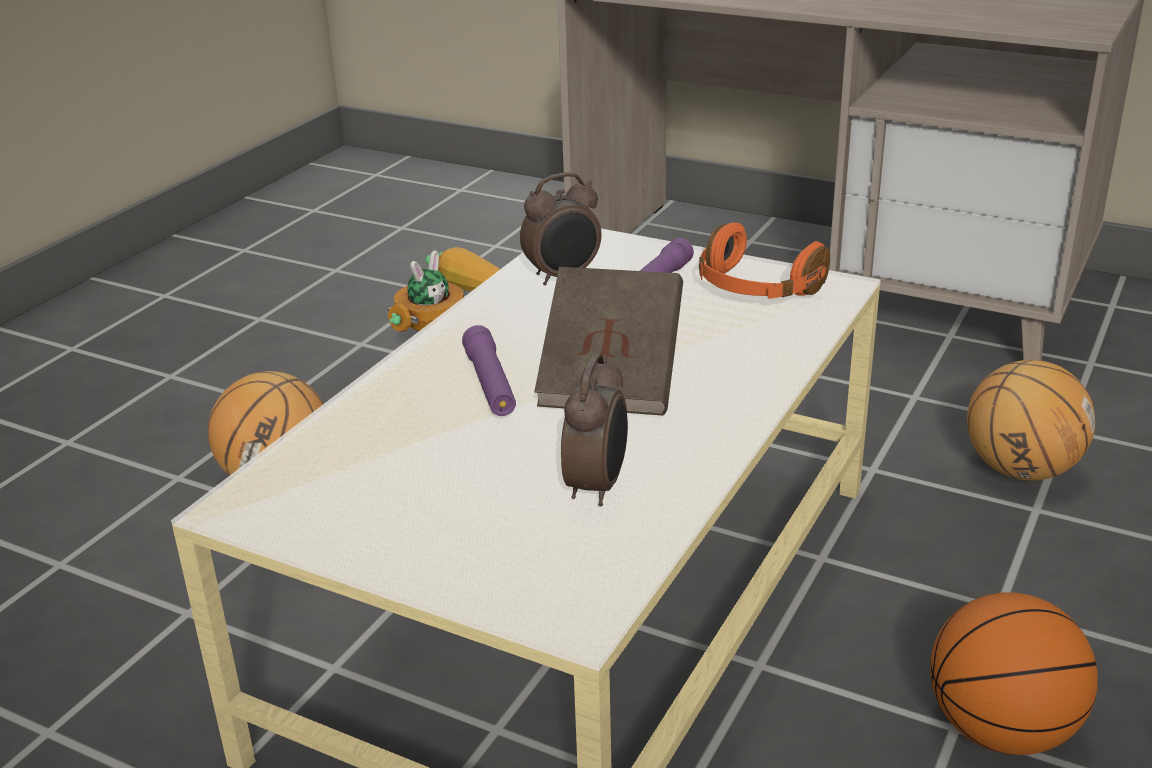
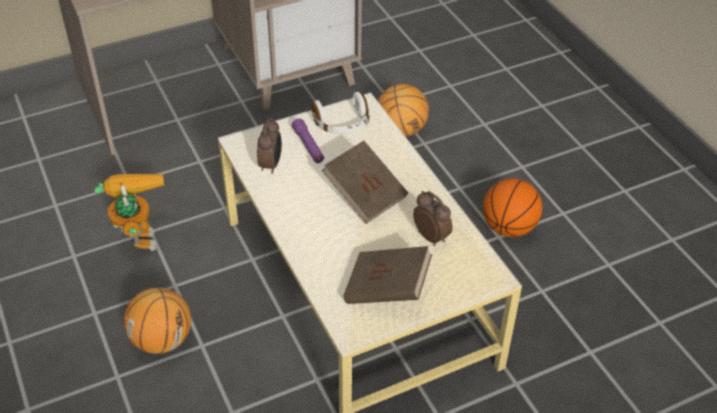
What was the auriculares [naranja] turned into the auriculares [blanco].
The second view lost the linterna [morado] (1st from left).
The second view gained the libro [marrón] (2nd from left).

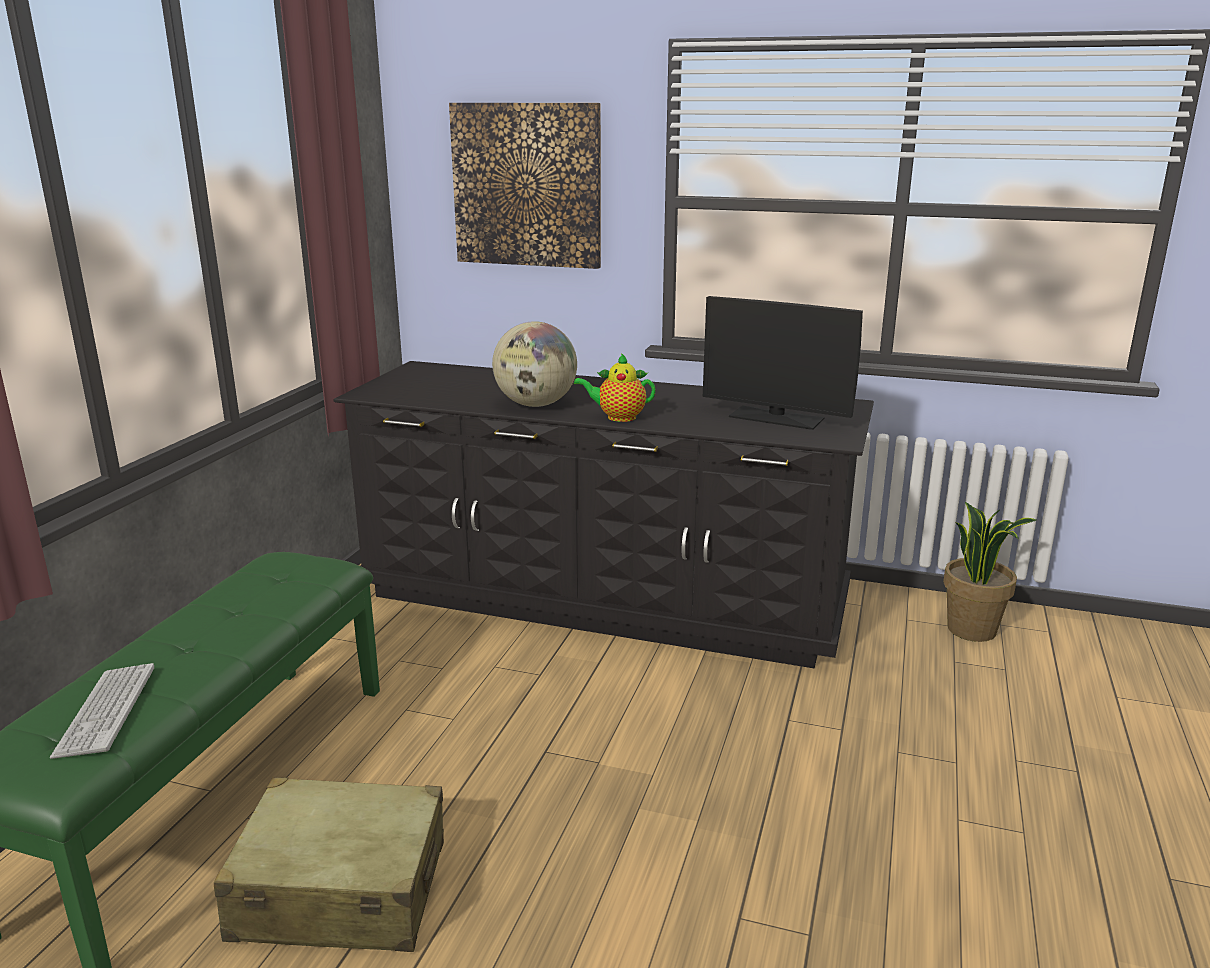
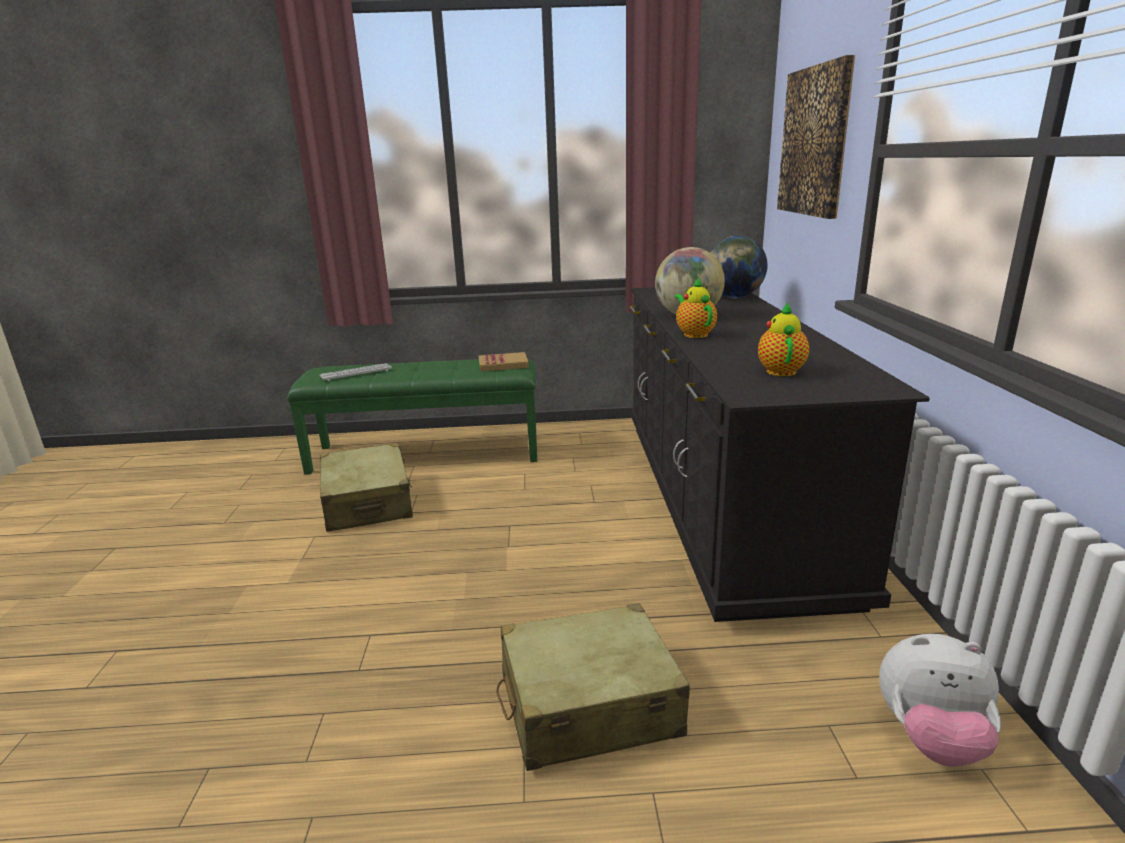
Where the monitor stood, the tetera (2nd from left) came to stand.
Where the planta en maceta stood, the peluche came to stand.
The second view gained the globo terráqueo (2nd from left).
The second view gained the libro.
The second view gained the maleta [beis] (2nd from left).

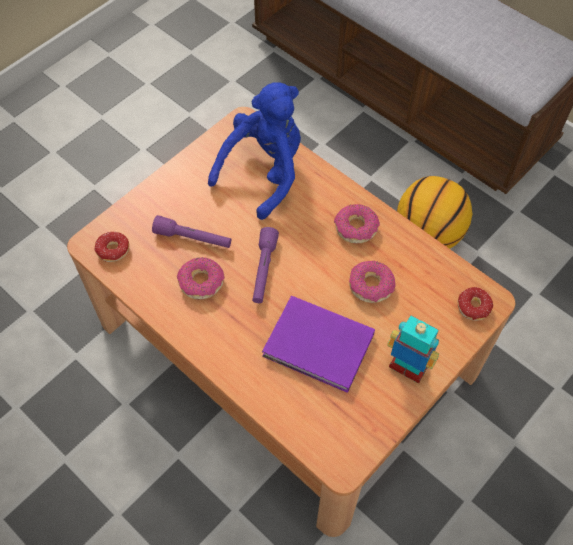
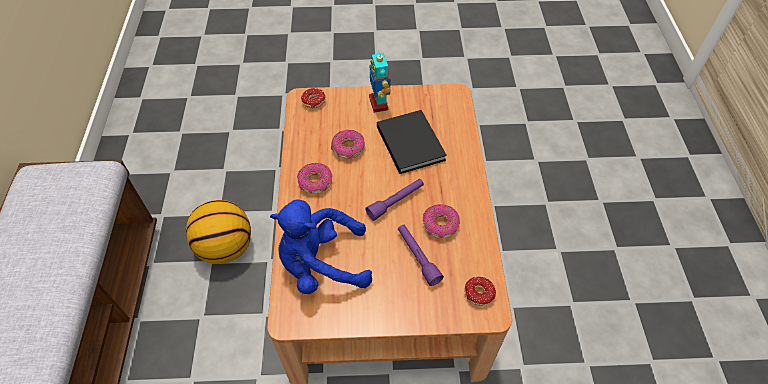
What was the libro [morado] turned into the libro [negro].

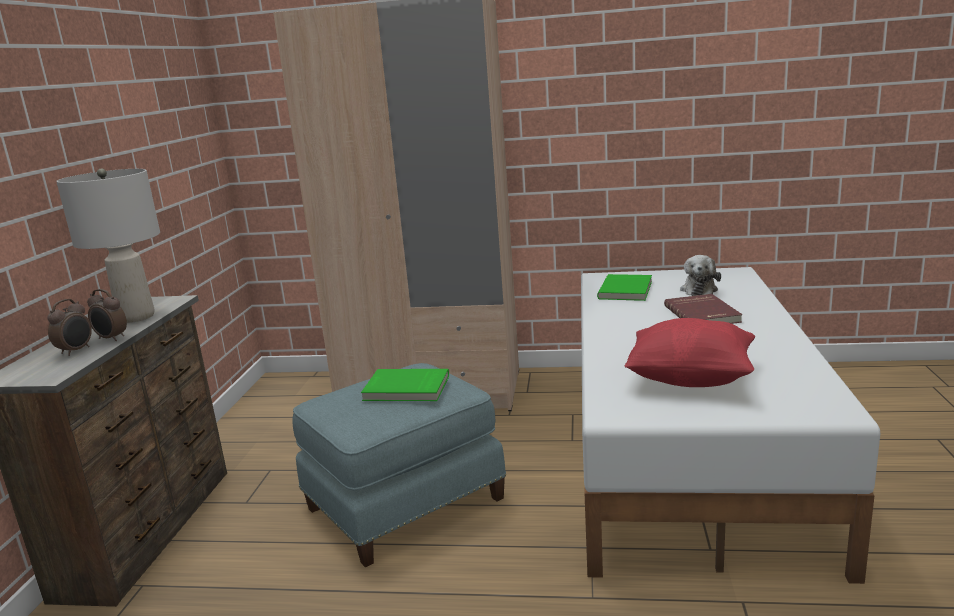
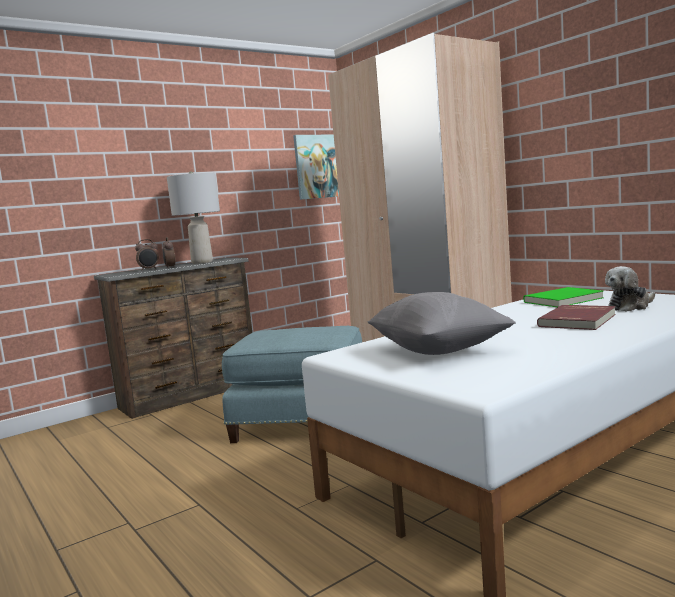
What was the cojín [rojo] turned into the cojín [gris].
The second view lost the libro [verde] (1st from left).
The second view gained the cuadro.

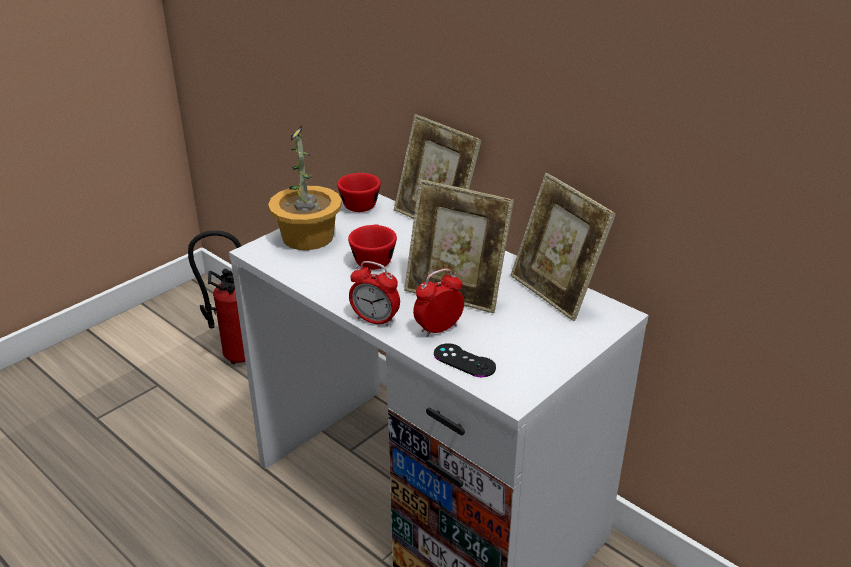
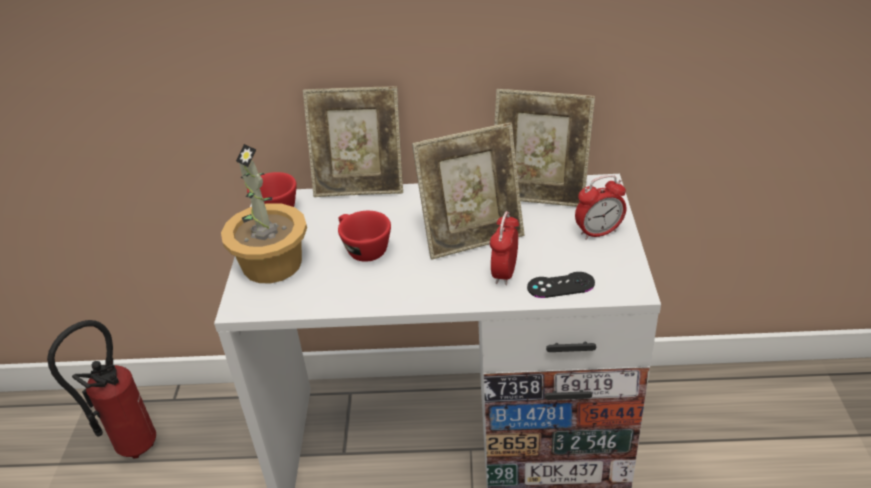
The despertador (1st from left in the first image) ended up elsewhere.

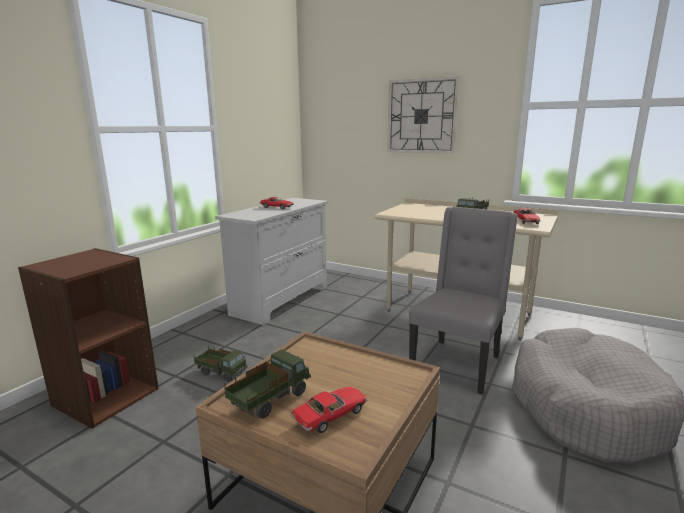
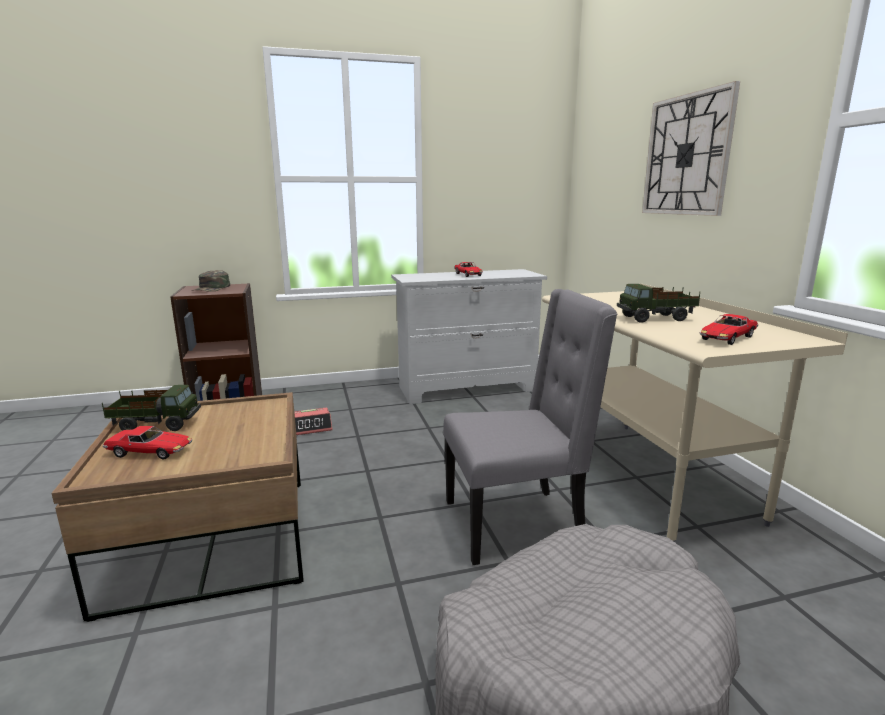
Where the camión de juguete (1st from left) stood, the despertador came to stand.
The second view gained the gorra [verde].

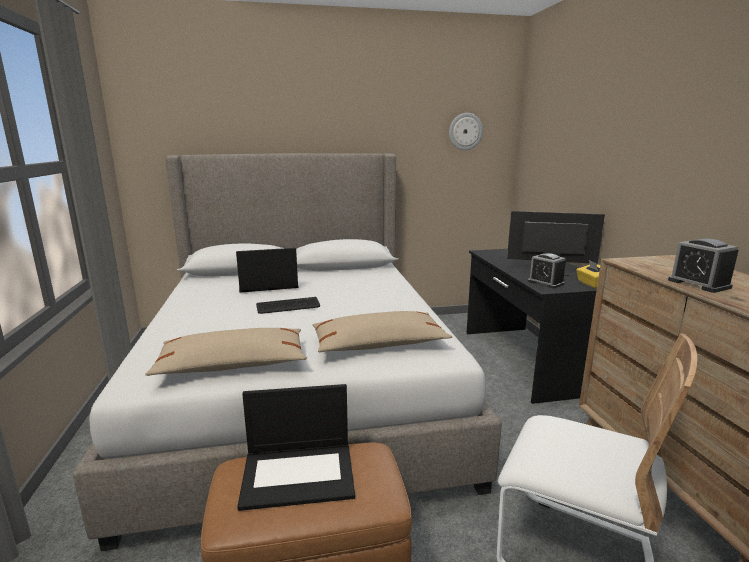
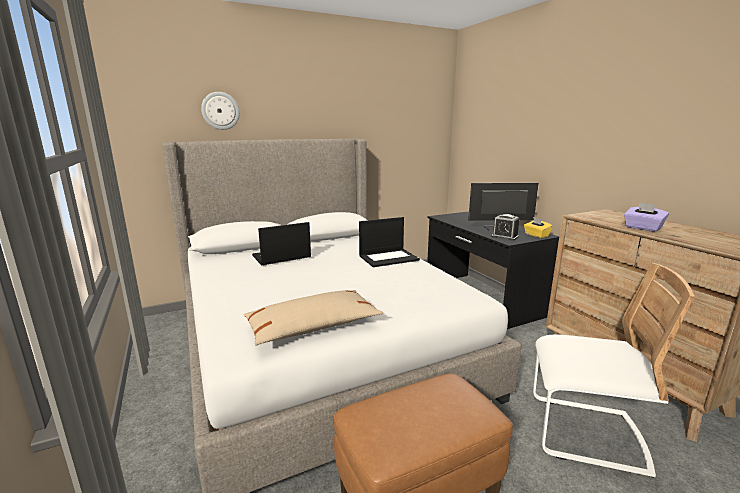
The reloj de pared ended up elsewhere.
Where the despertador (2nd from left) stood, the caja de pañuelos [morado] came to stand.
The second view lost the teclado.
The second view lost the cojín [beis] (2nd from left).
The portátil (2nd from left) ended up elsewhere.

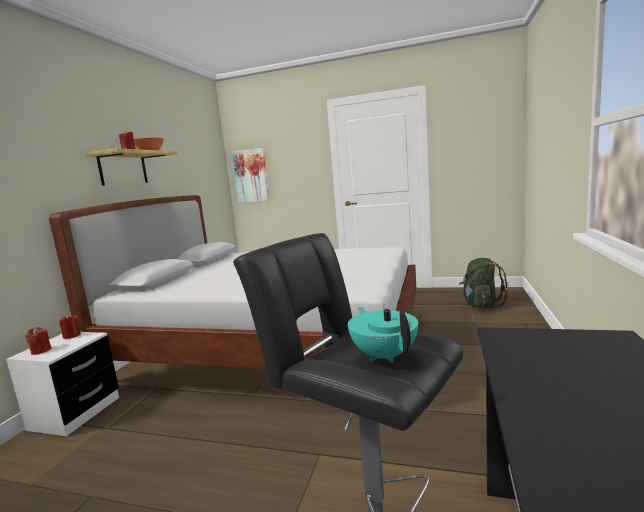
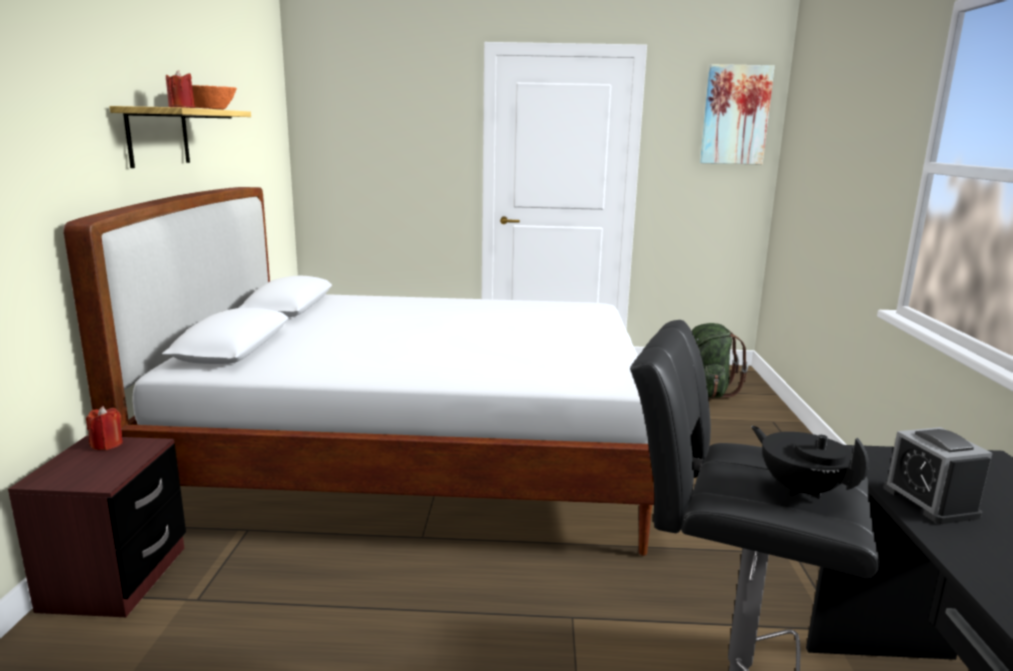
The cuadro ended up elsewhere.
What was the tetera [turquesa] turned into the tetera [negro].
The second view lost the vela [rojo] (1st from left).
What was the mesita de noche [blanco] turned into the mesita de noche [marrón].
The second view gained the despertador.

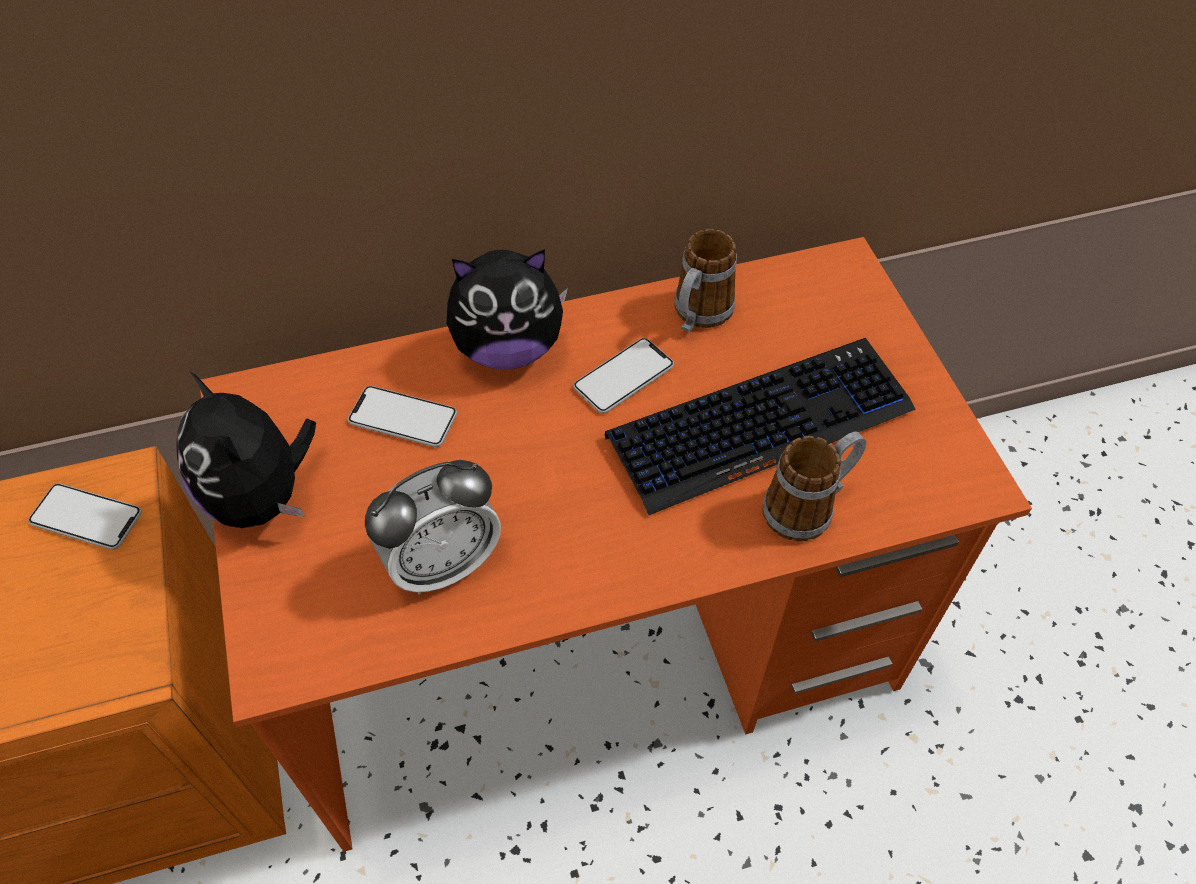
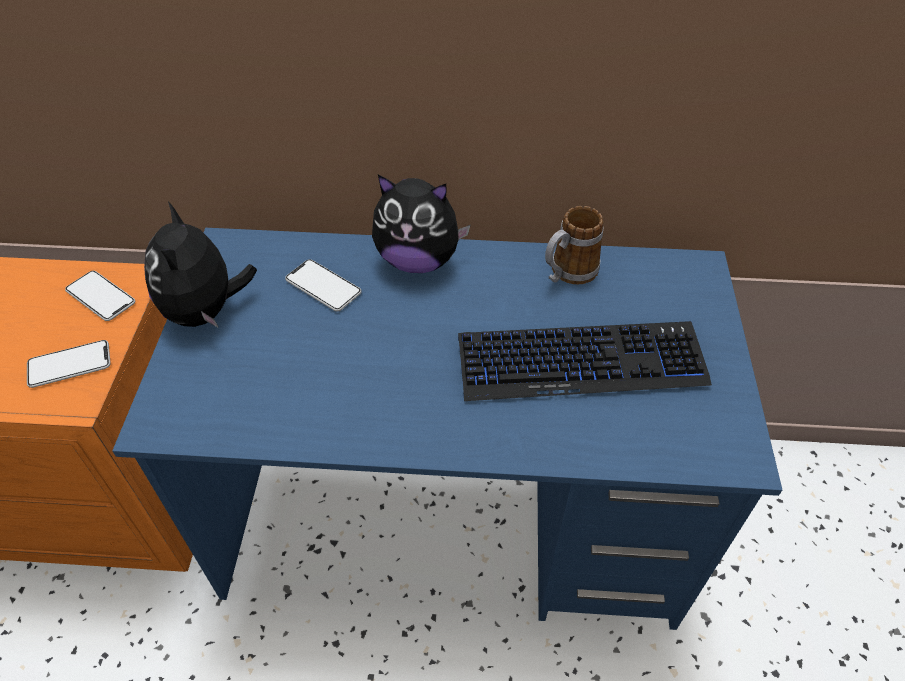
What was the escritorio [naranja] turned into the escritorio [azul].
The móvil (3rd from left in the first image) ended up elsewhere.
The second view lost the taza grande (2nd from left).
The second view lost the despertador.

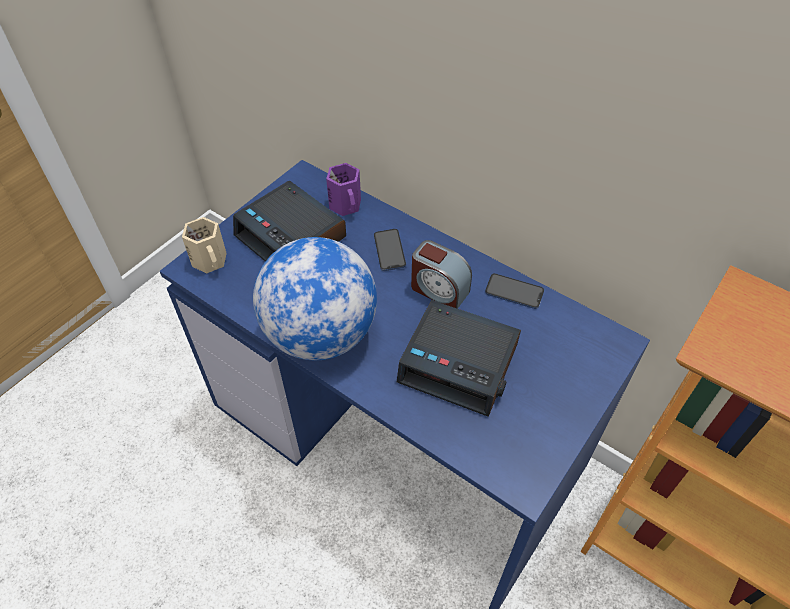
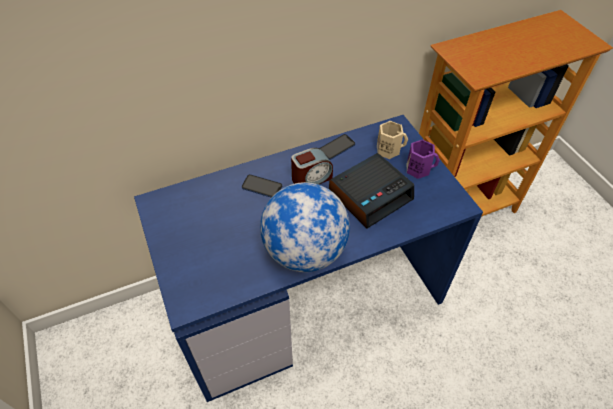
The taza grande [morado] ended up elsewhere.
The second view lost the despertador (1st from left).
The taza grande [beis] ended up elsewhere.

